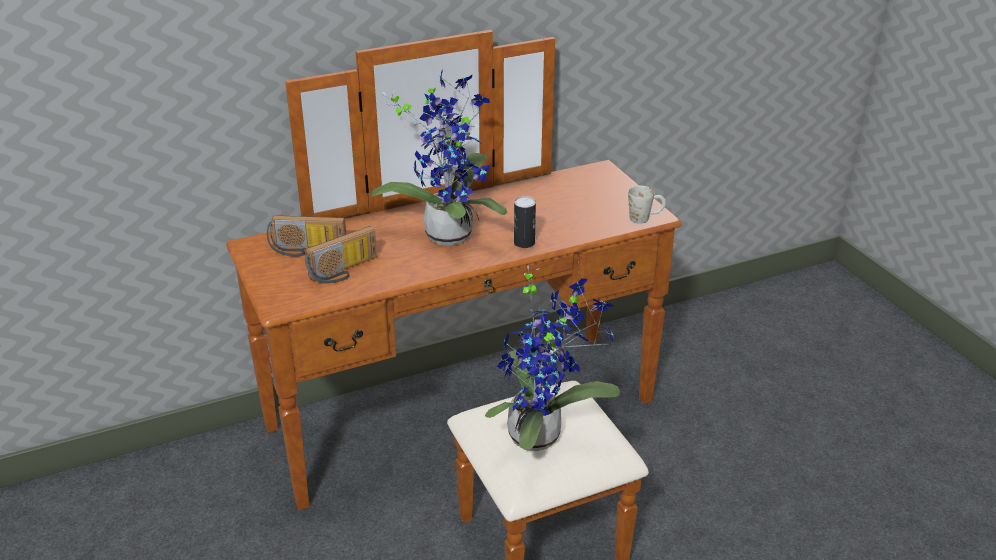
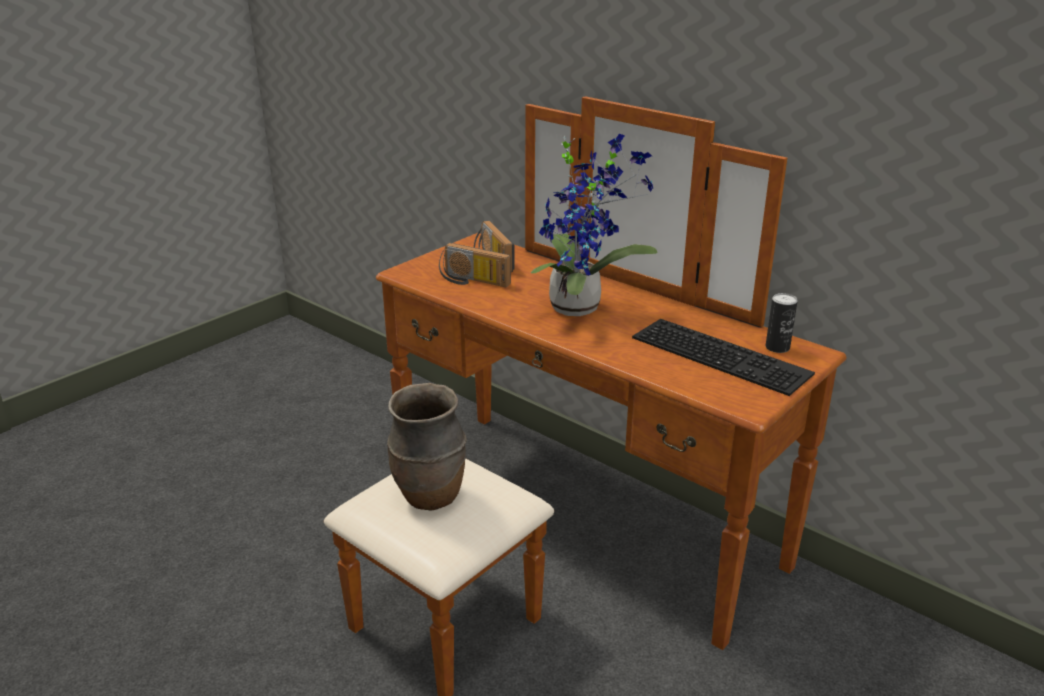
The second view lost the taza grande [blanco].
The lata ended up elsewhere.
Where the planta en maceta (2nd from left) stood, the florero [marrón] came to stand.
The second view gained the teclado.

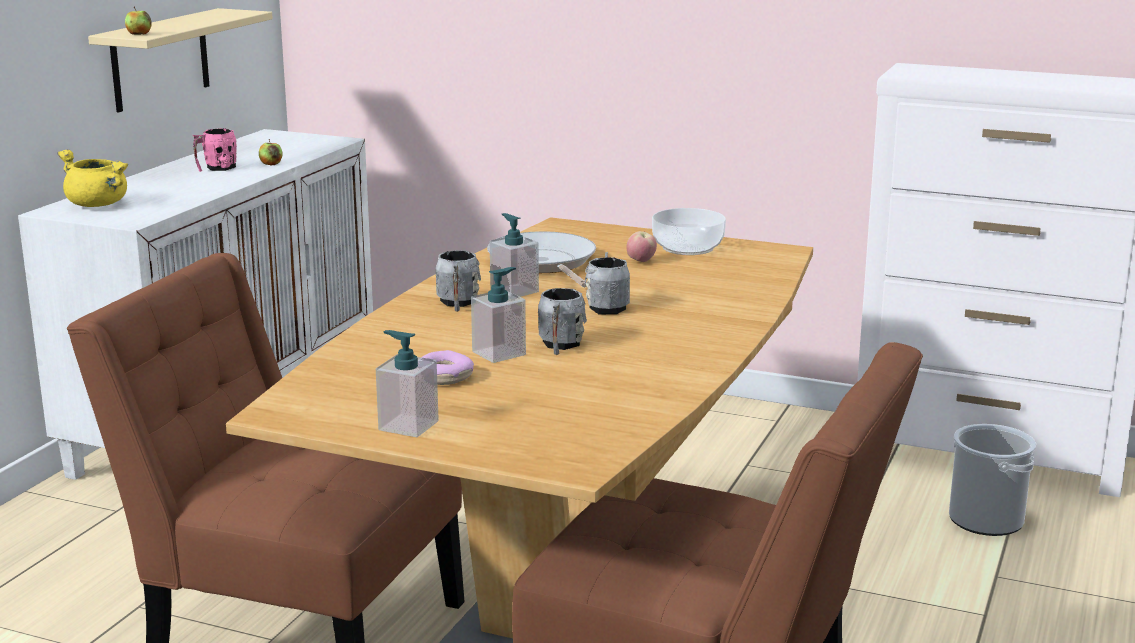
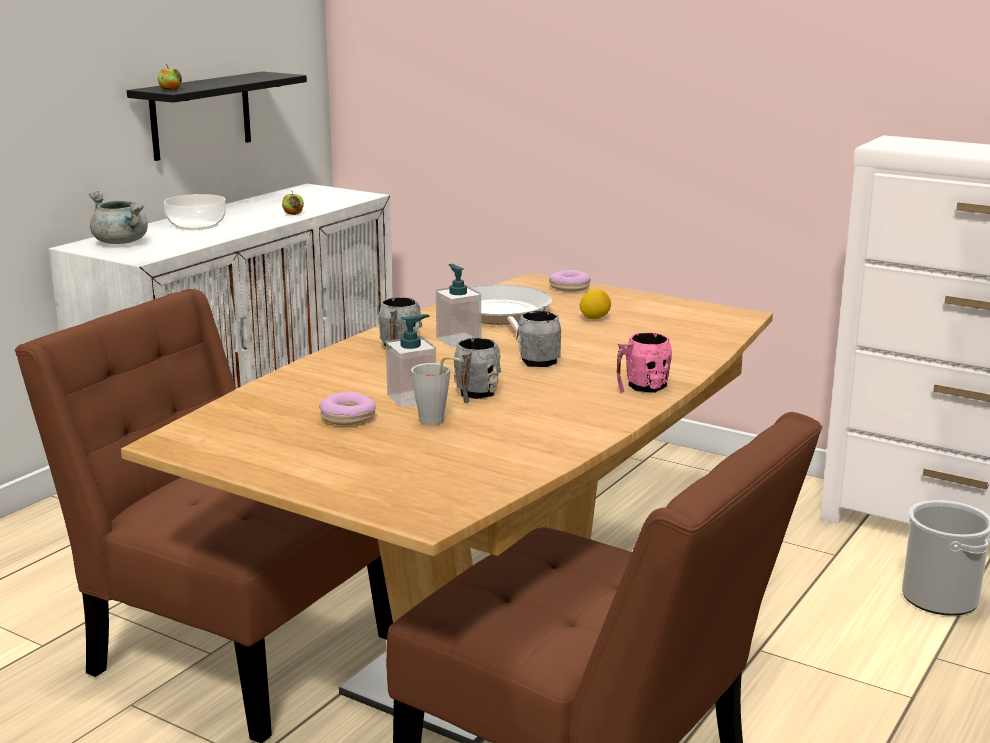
What was the estante [beis] turned into the estante [negro].
The taza grande [rosa] ended up elsewhere.
What was the olla [amarillo] turned into the olla [gris].
The cuenco ended up elsewhere.
Where the manzana (3rd from left) stood, the limón came to stand.
The second view lost the dispensador de jabón (1st from left).
The second view gained the rosquilla (2nd from left).
The second view gained the taza [gris].

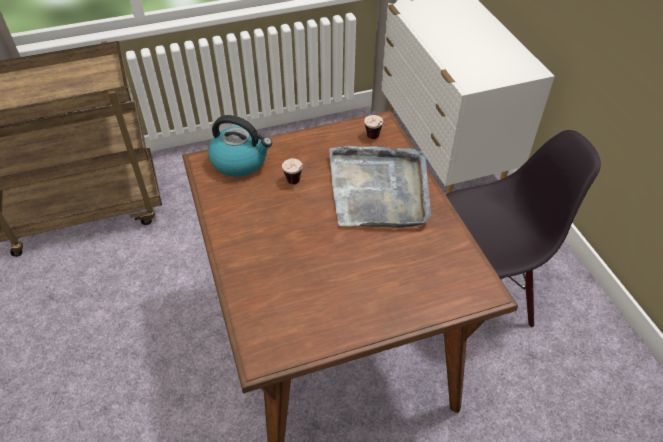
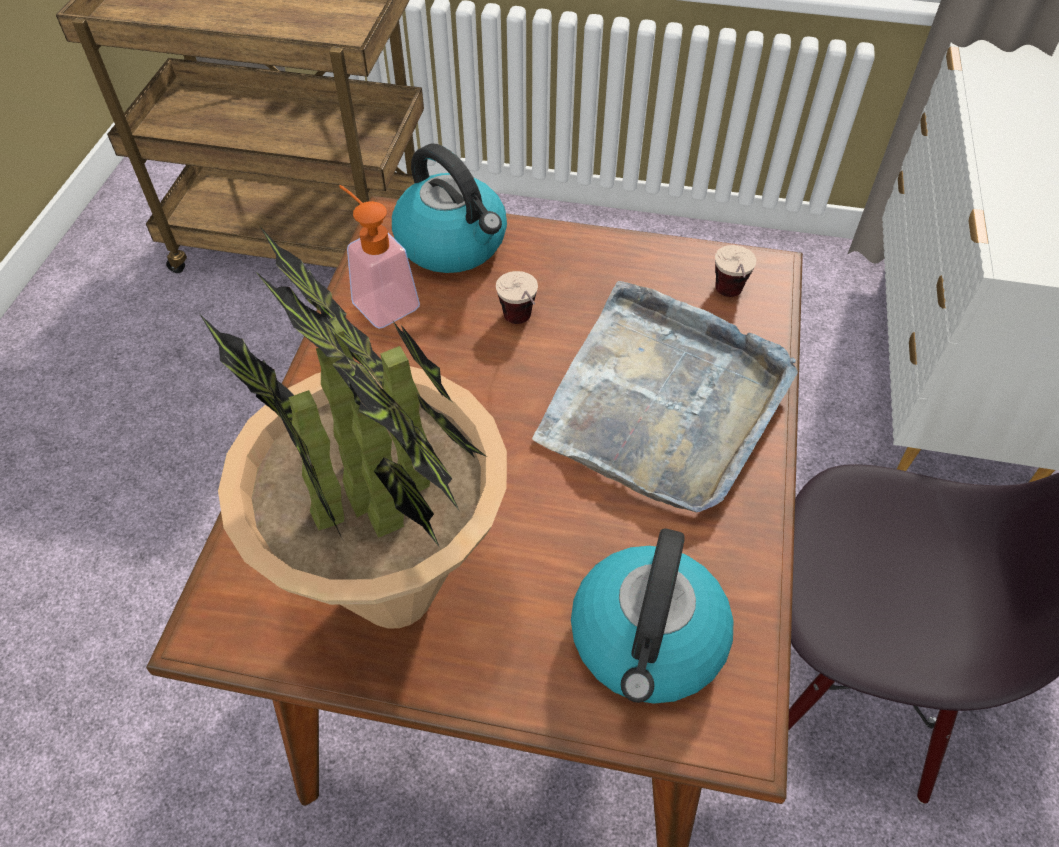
The second view gained the dispensador de jabón.
The second view gained the planta en maceta.
The second view gained the hervidor (2nd from left).

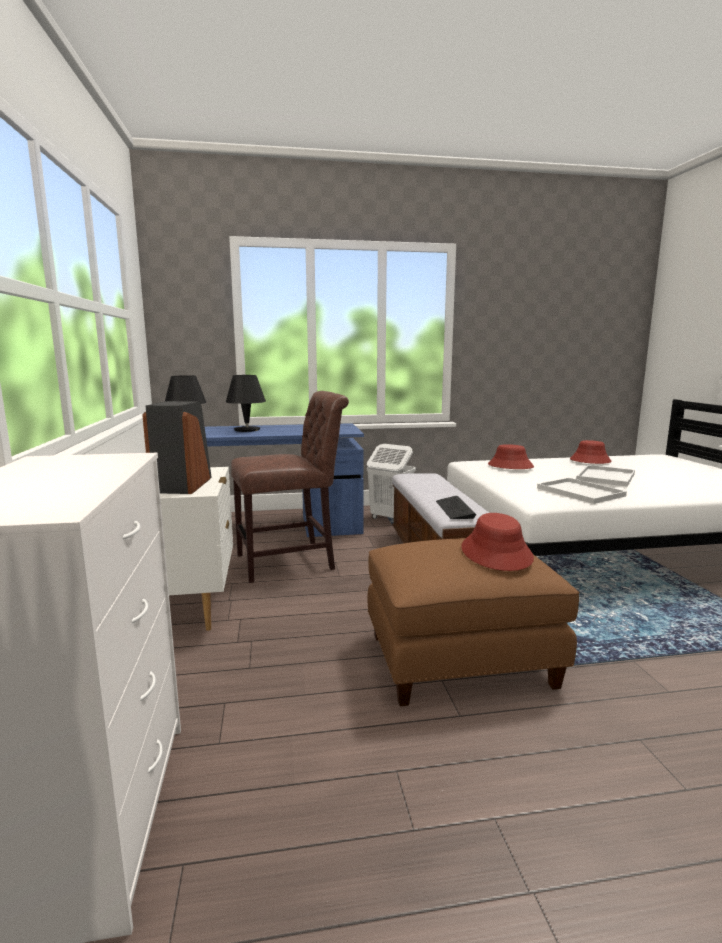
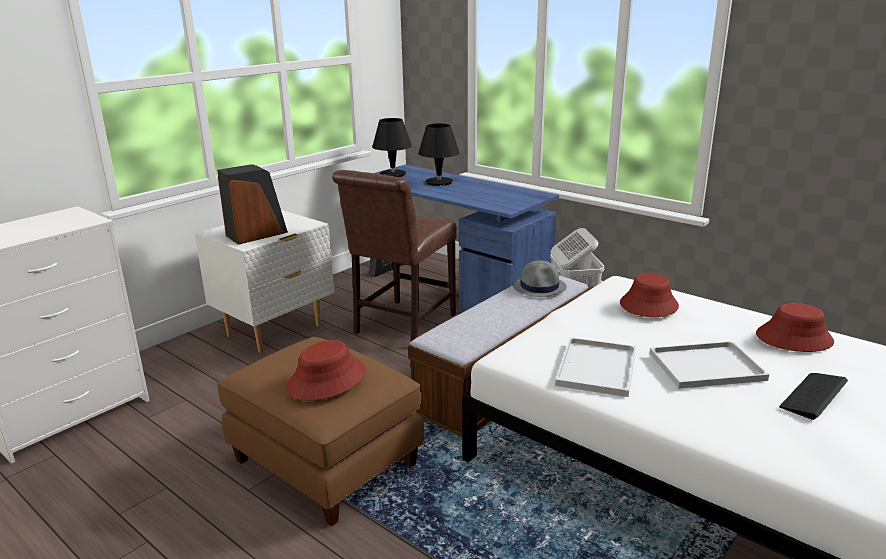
The silla [marrón] ended up facing another way, 90 degrees clockwise from before.
The teclado ended up elsewhere.
The second view gained the sombrero [gris].

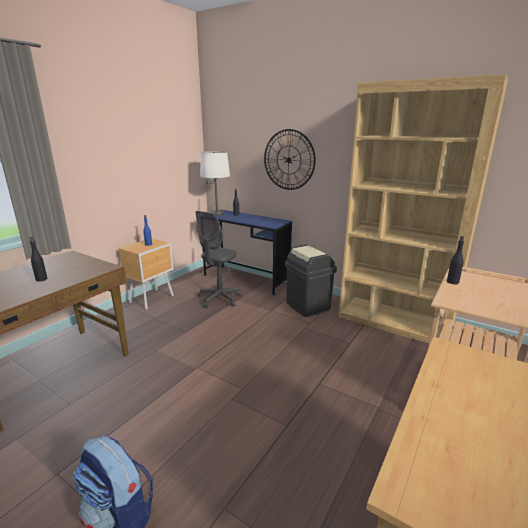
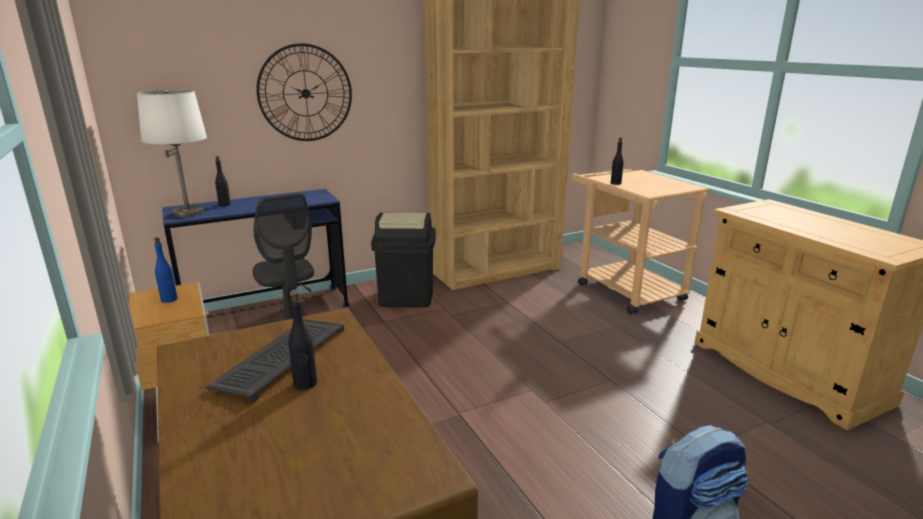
The second view gained the teclado.

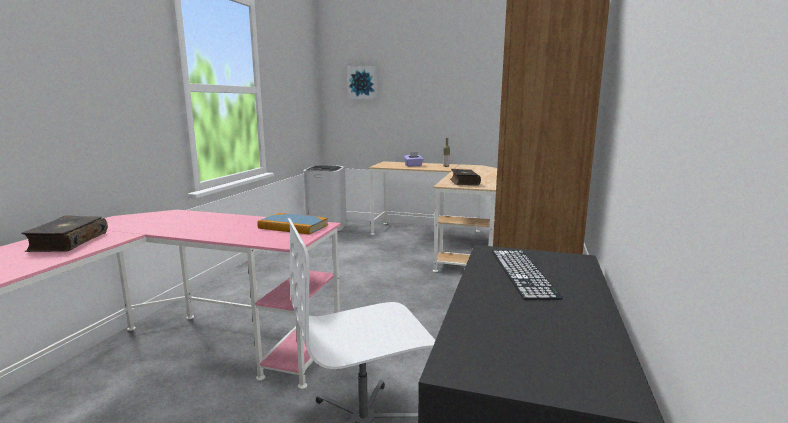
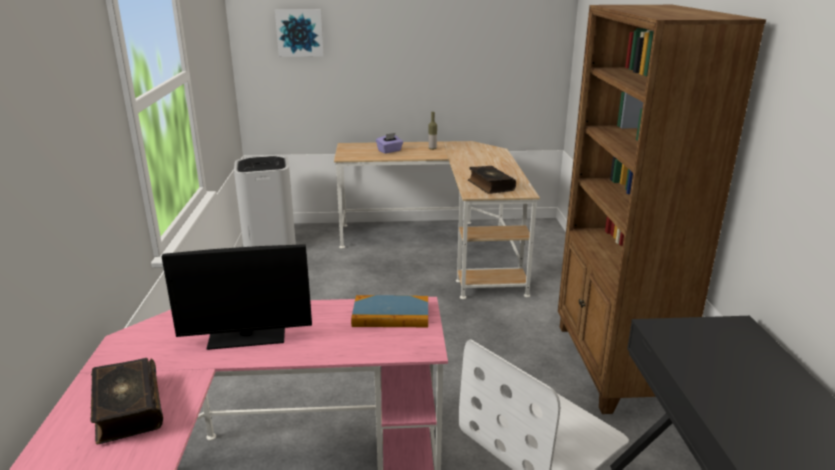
The second view lost the teclado.
The second view gained the monitor.

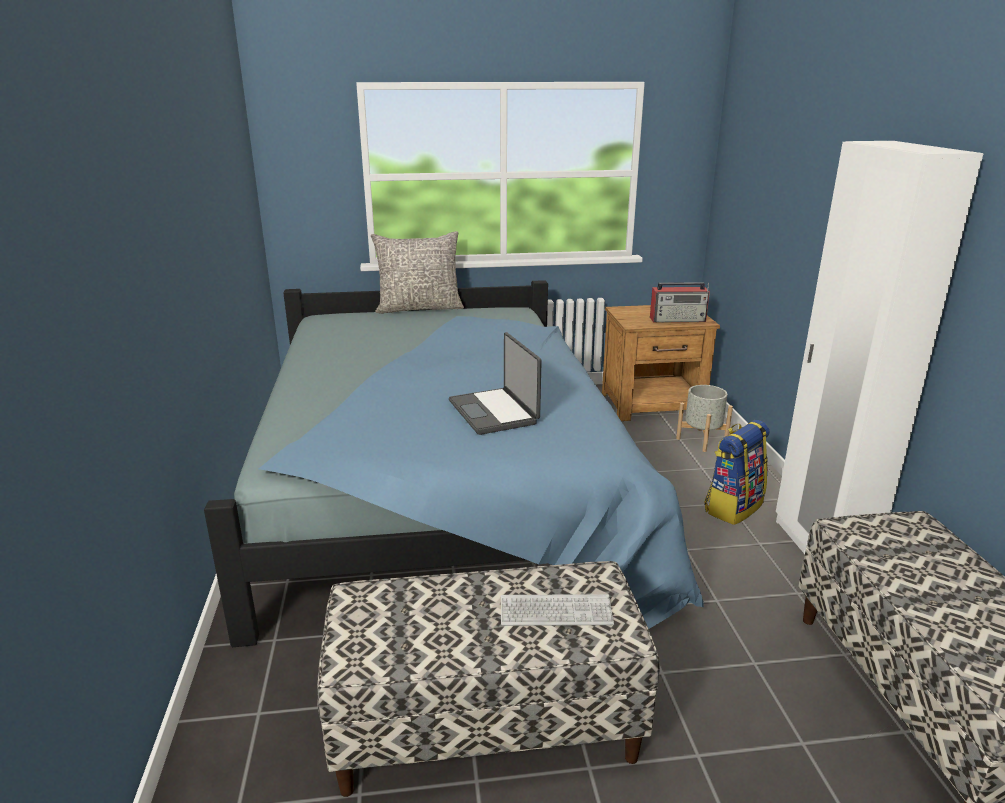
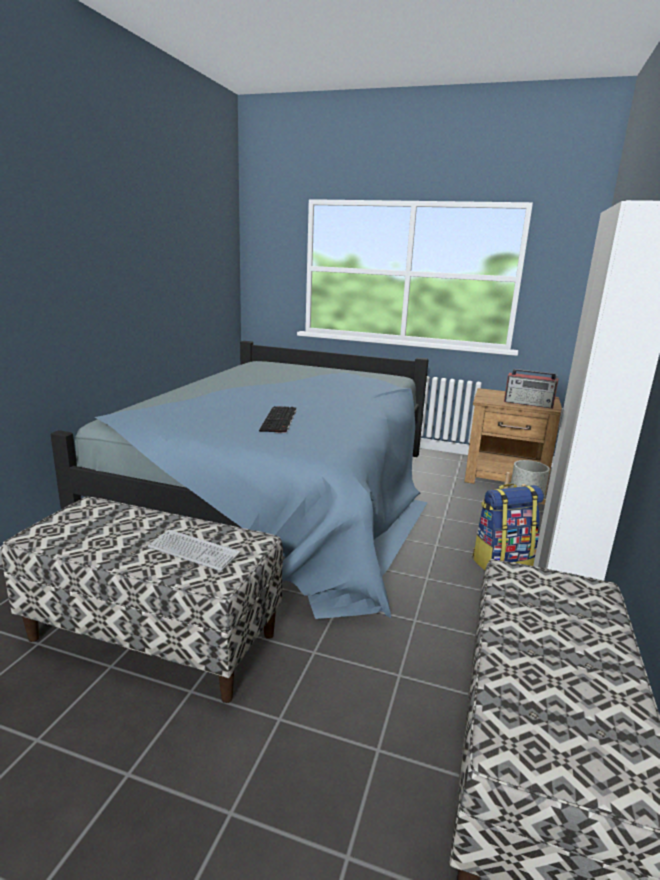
The second view lost the cojín [gris].
Where the portátil stood, the teclado (2nd from left) came to stand.

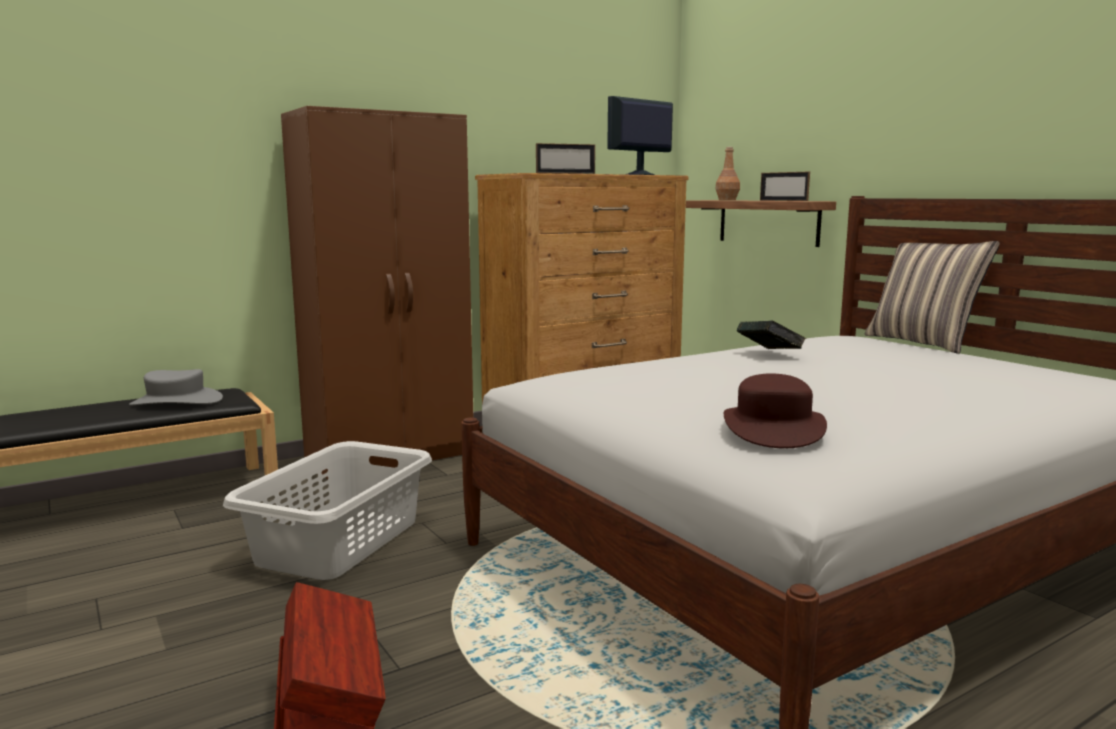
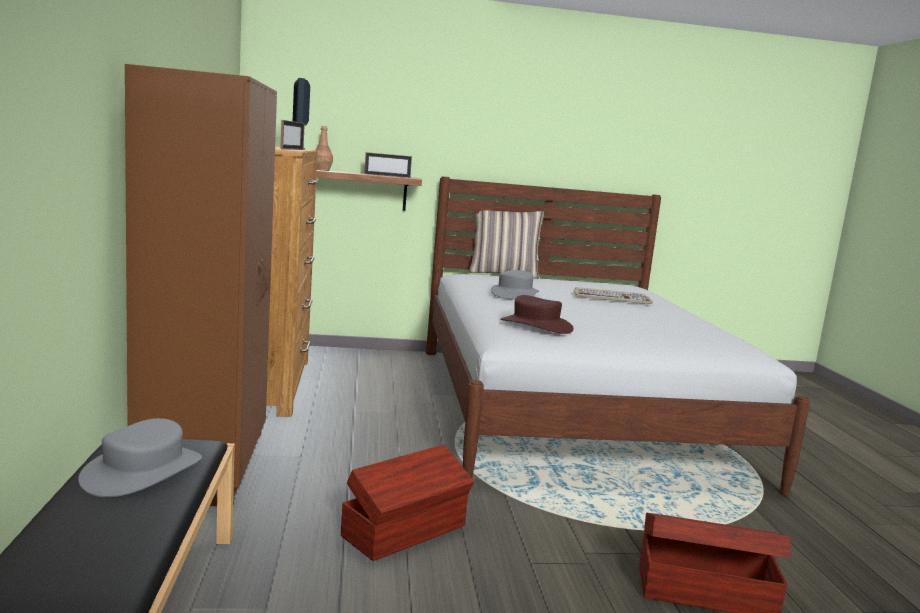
Where the libro stood, the sombrero [gris] (2nd from left) came to stand.
The sombrero [marrón] ended up elsewhere.
Where the cesto de la ropa [gris] stood, the caja de almacenaje [marrón] (1st from left) came to stand.
The second view gained the teclado.

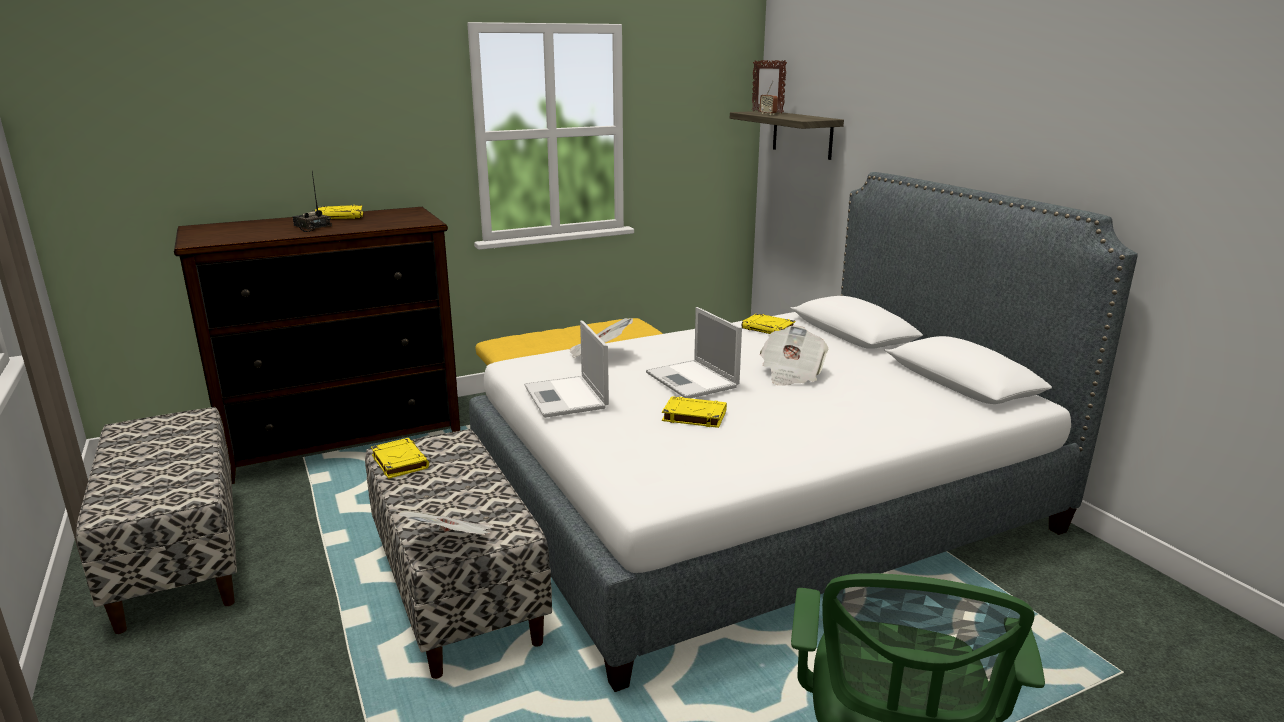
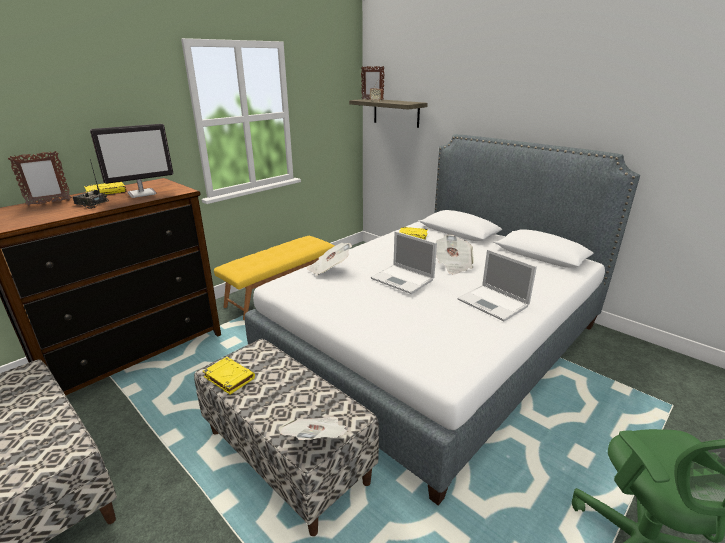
The portátil (1st from left in the first image) ended up elsewhere.
The second view lost the libro [amarillo] (3rd from left).
The second view gained the monitor.
The second view gained the portarretratos (1st from left).

